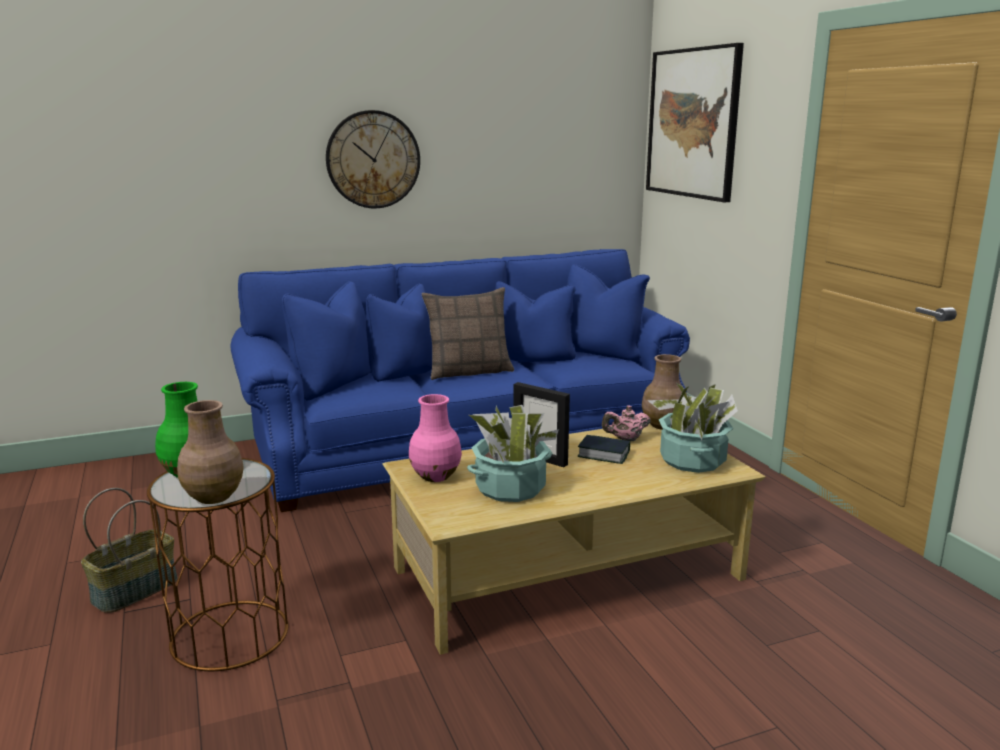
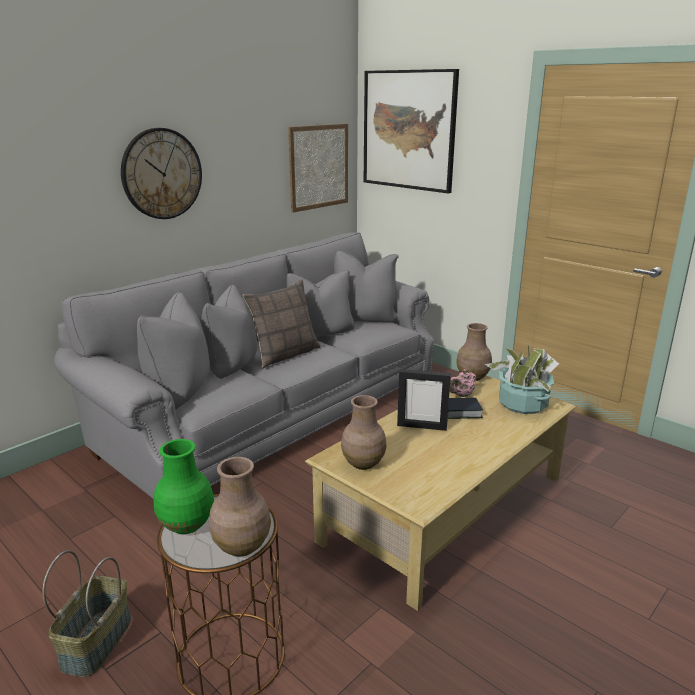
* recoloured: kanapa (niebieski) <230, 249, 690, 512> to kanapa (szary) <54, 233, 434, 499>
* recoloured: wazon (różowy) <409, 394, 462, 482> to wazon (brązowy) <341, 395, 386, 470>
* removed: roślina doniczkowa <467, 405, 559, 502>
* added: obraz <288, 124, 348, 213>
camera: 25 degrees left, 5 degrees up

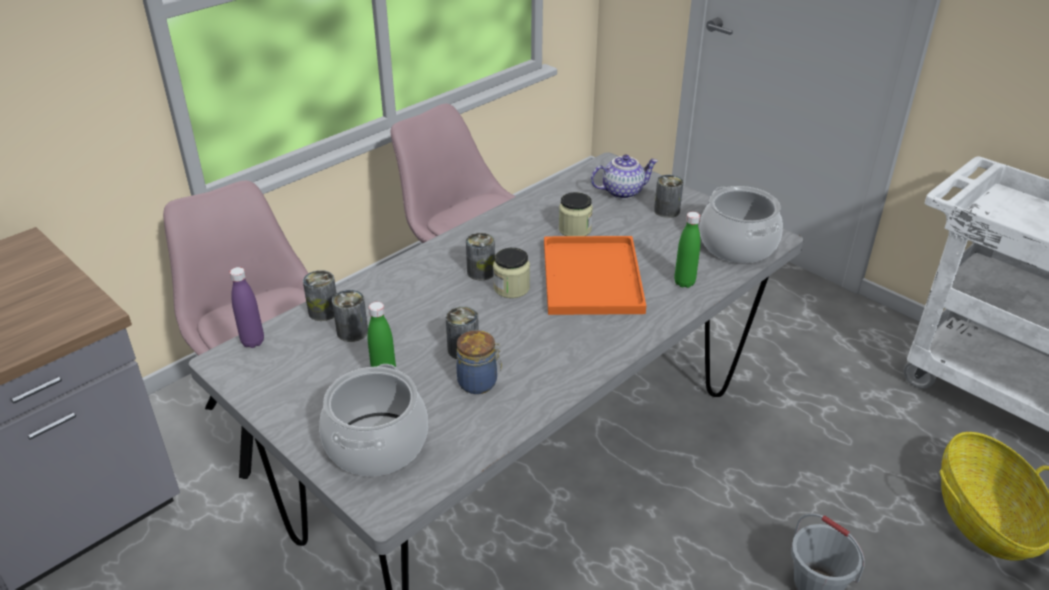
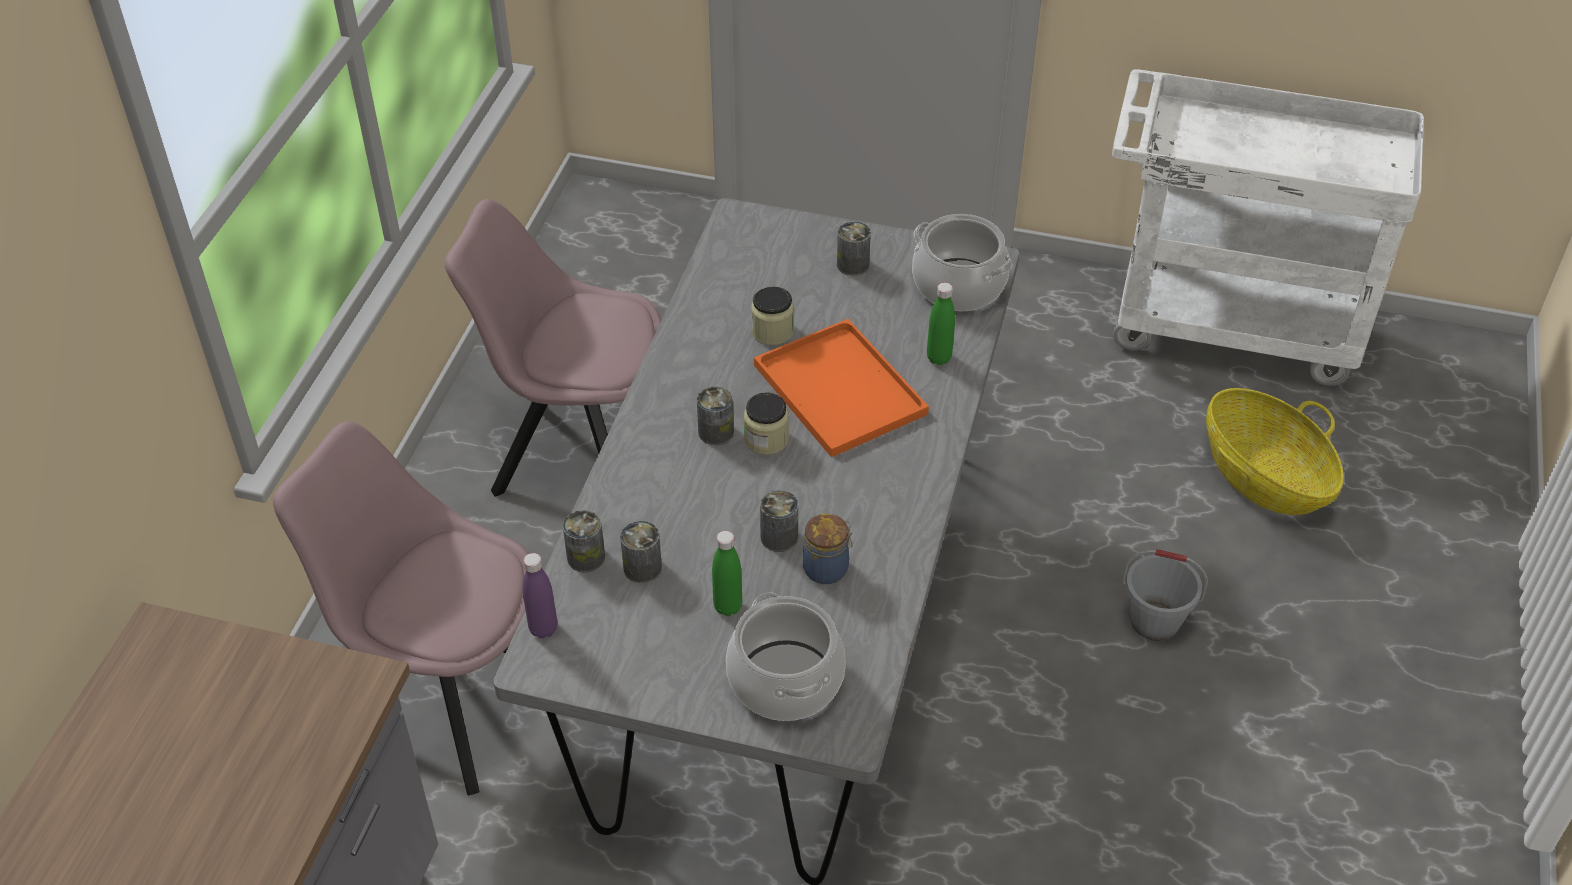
* removed: imbryk <591, 155, 658, 199>
camera: 30 degrees left, 10 degrees up

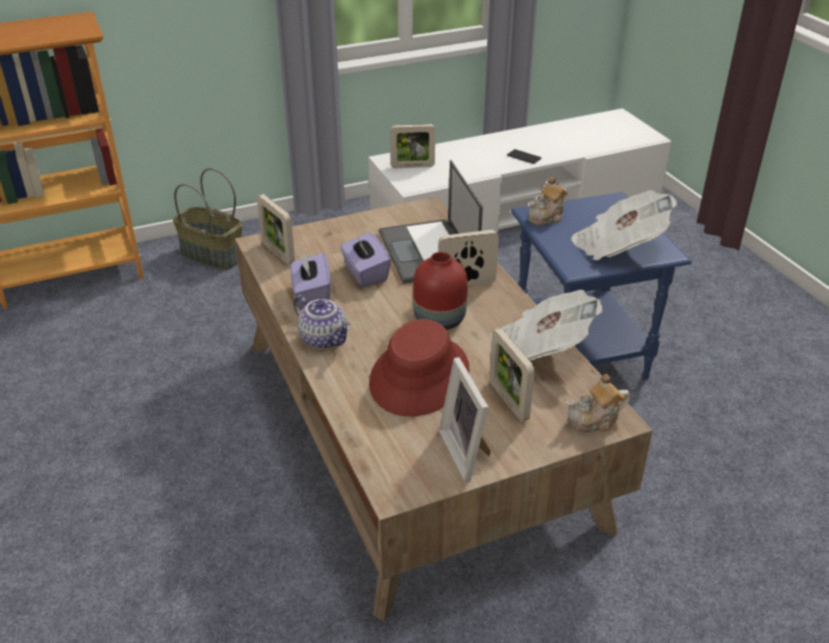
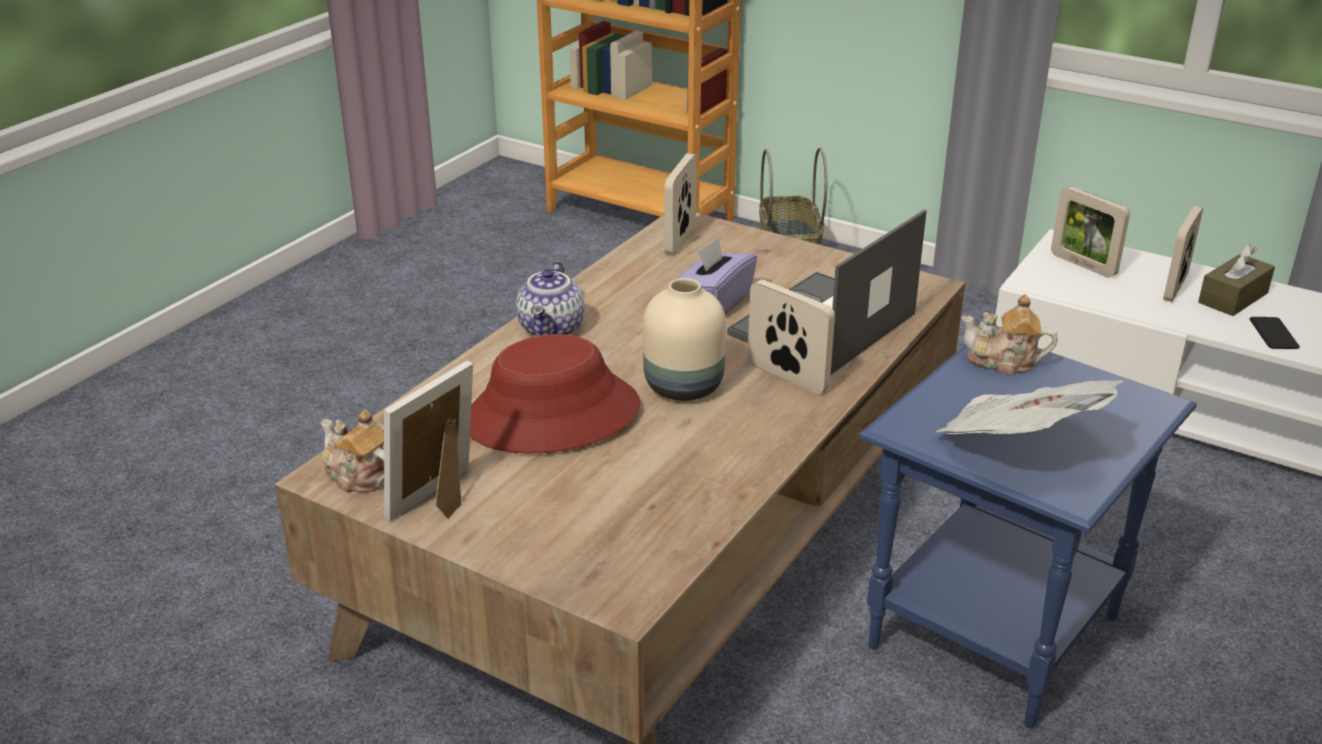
* removed: pudełko chusteczek (fioletowy) <291, 252, 330, 308>
* recoloured: wazon (czerwony) <413, 252, 468, 330> to wazon (beżowy) <643, 278, 726, 401>
* removed: gazeta <490, 290, 603, 361>
* moved: ramka na zdjęcie <489, 328, 535, 421> to <1163, 205, 1203, 302>
* moved: imbryk <566, 374, 630, 432> to <320, 410, 384, 492>
* added: pudełko chusteczek (brązowy) <1198, 244, 1275, 316>
camera: 55 degrees right, 5 degrees down

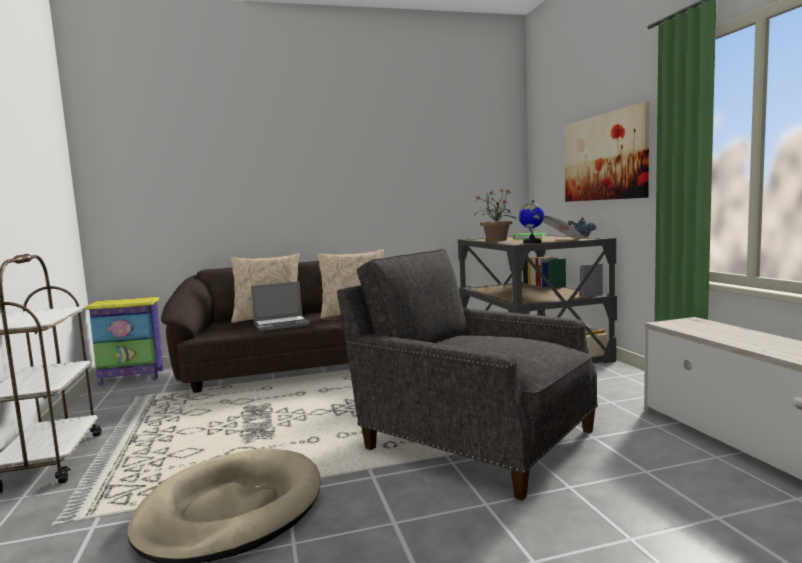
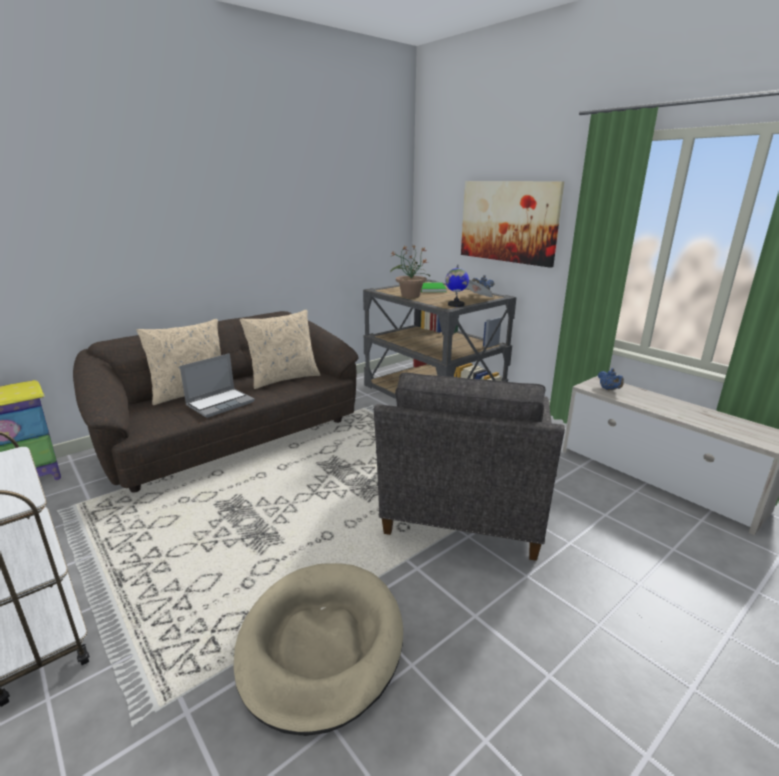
* turned: fotel (szary) <337, 249, 598, 501> = <374, 373, 565, 561> 90 degrees counterclockwise
* added: imbryk (niebieski) <598, 368, 624, 390>
camera: 25 degrees left, 15 degrees up

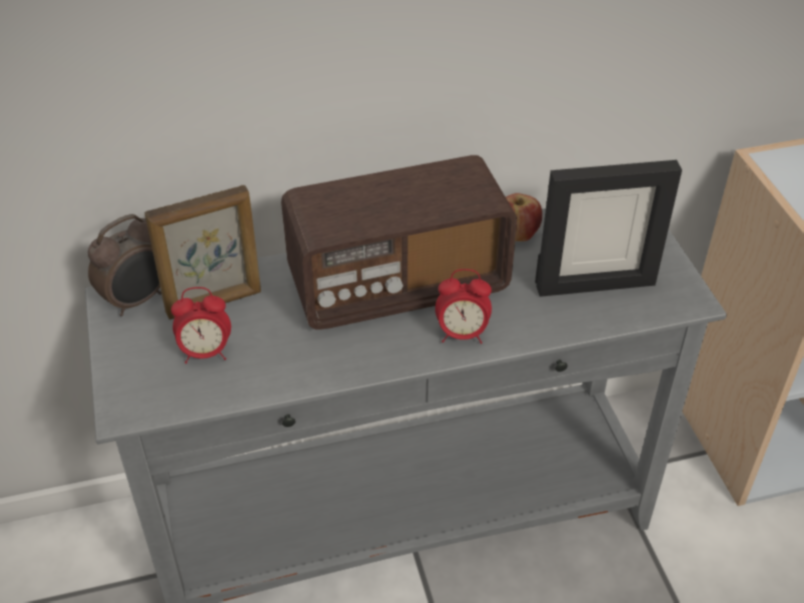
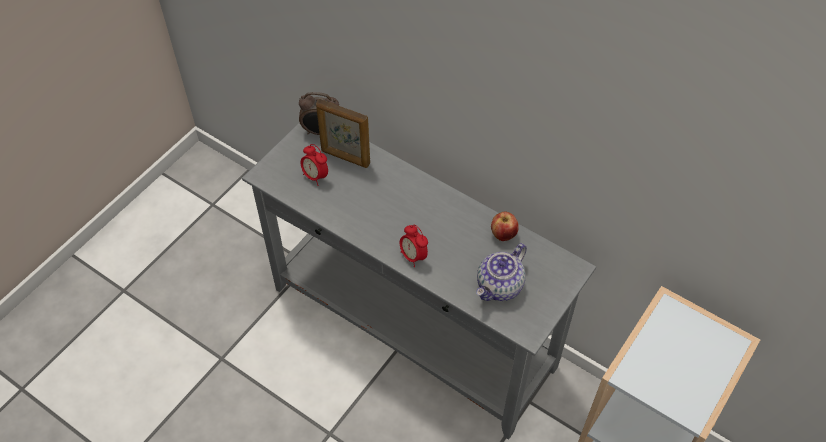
* removed: radio <281, 155, 517, 330>
* replaced: ramka na zdjęcie <535, 160, 682, 297> to imbryk <476, 243, 527, 301>
camera: 50 degrees right, 10 degrees up

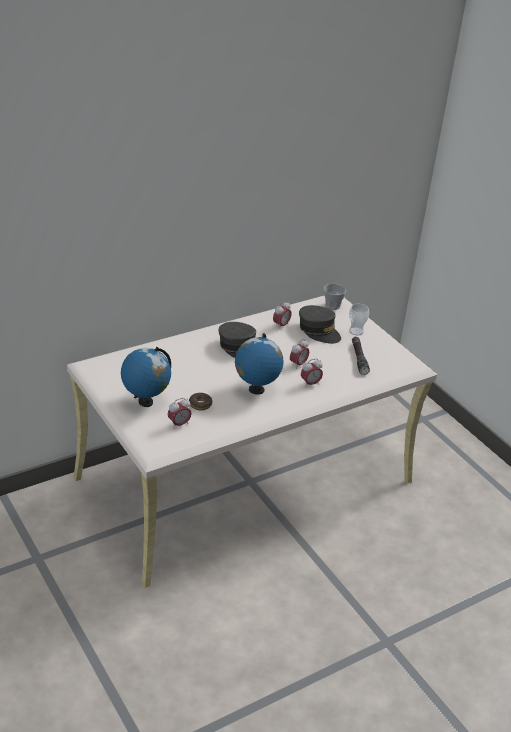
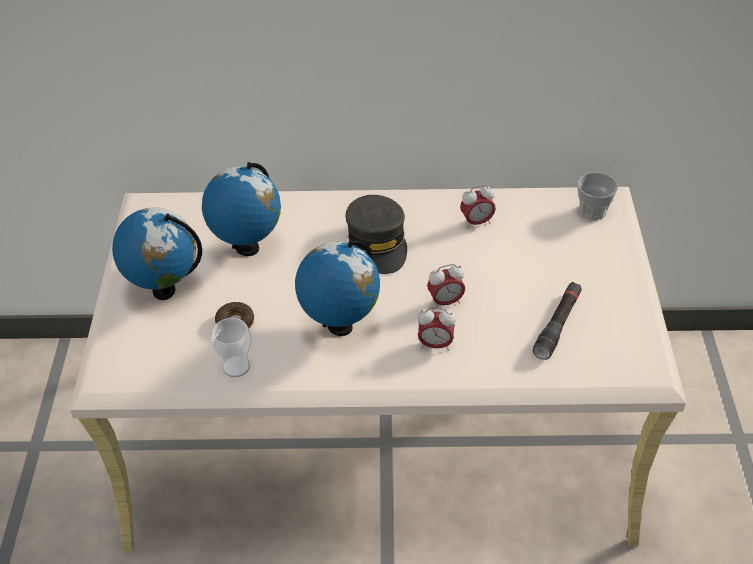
* moved: filiżanka <349, 304, 369, 336> to <211, 318, 252, 377>
* removed: czapka z daszkiem (szary) <299, 305, 341, 344>
* removed: budzik <168, 398, 192, 428>
* added: globus <202, 162, 281, 256>
camera: 35 degrees right, 10 degrees up

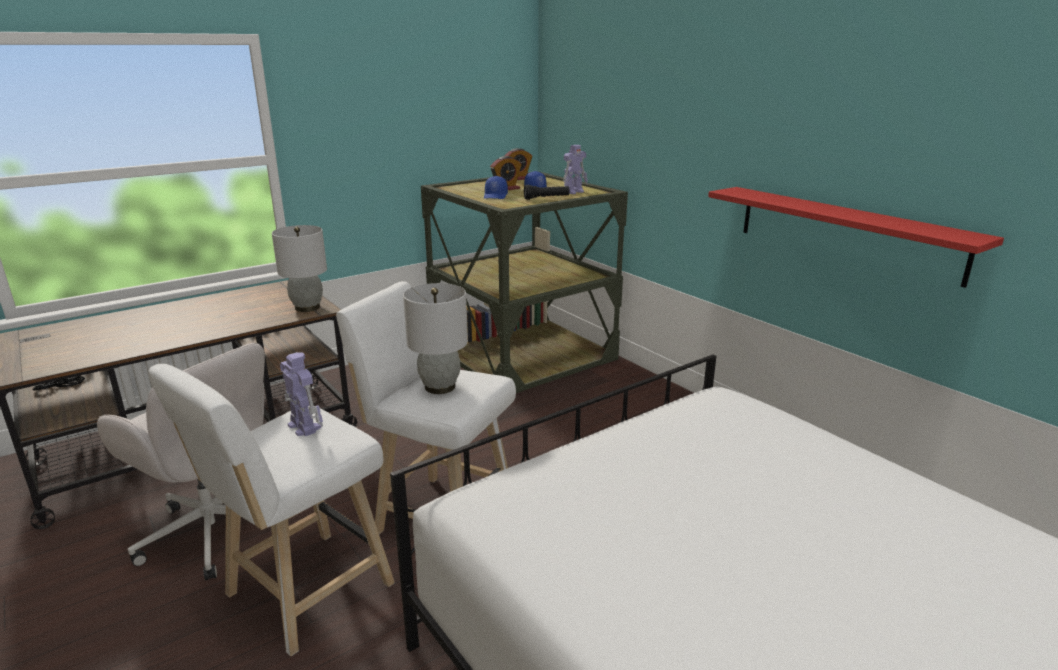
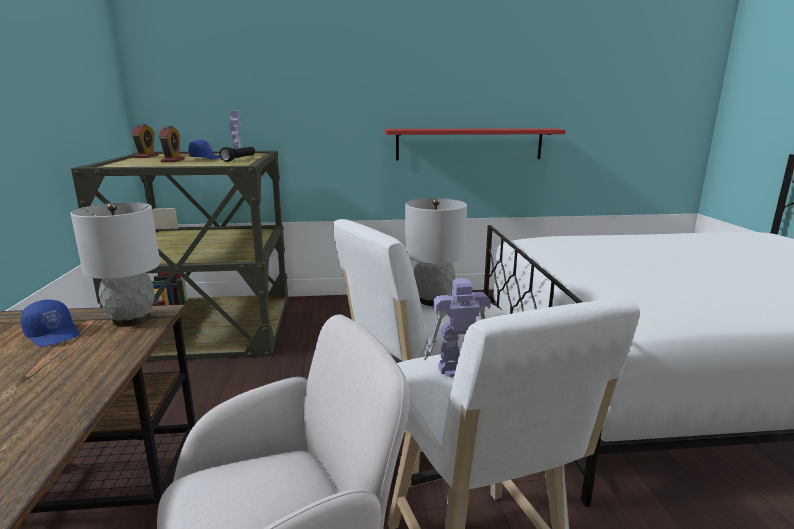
* moved: czapka z daszkiem (niebieski) <484, 176, 508, 199> to <21, 300, 80, 347>
camera: 60 degrees left, 5 degrees down

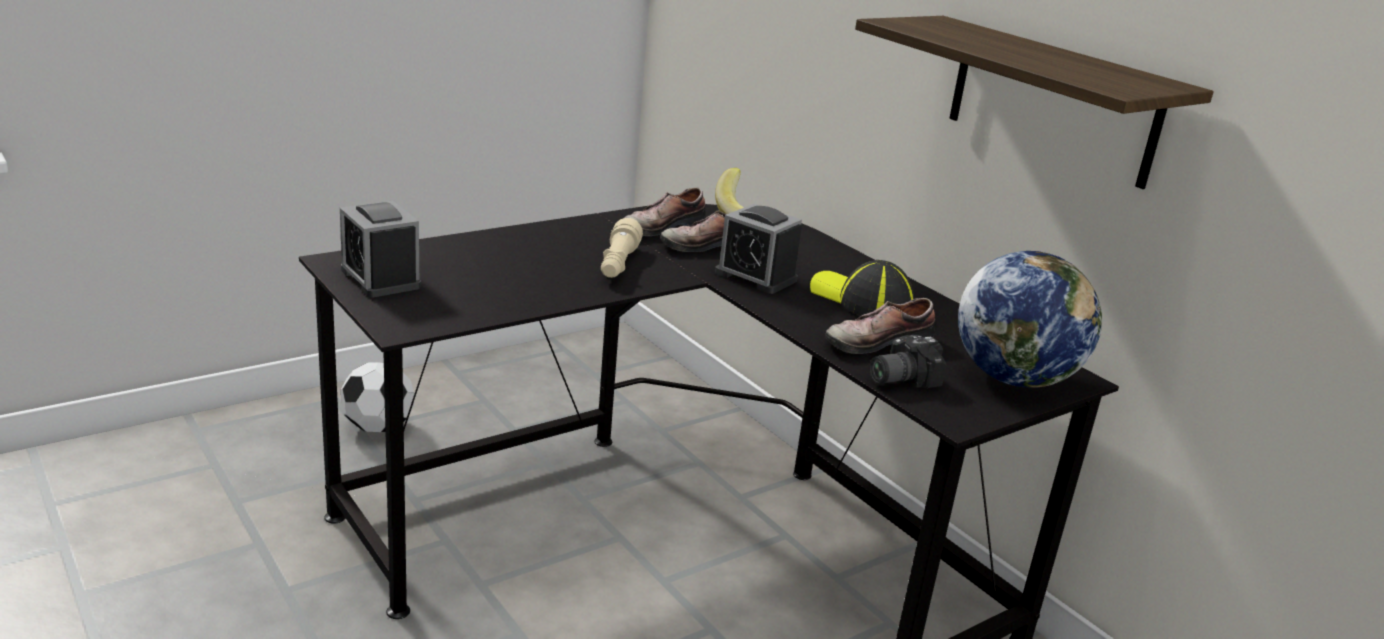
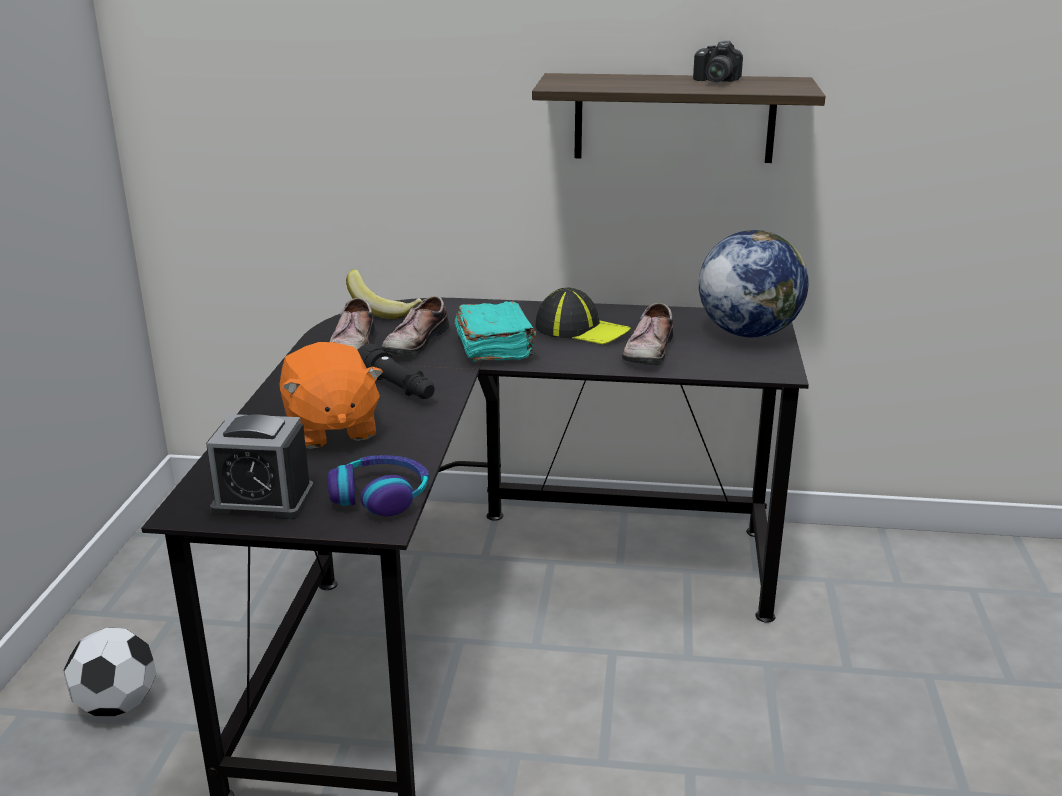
* replaced: budzik <715, 204, 802, 294> to książka (turkusowy) <455, 301, 537, 362>
* recoloured: latarka (beżowy) <601, 218, 643, 278> to latarka (czarny) <357, 343, 435, 399>
* turned: czapka z daszkiem <810, 260, 914, 315> = <535, 288, 631, 344> 150 degrees counterclockwise
* moved: aparat fotograficzny <869, 335, 947, 388> to <693, 41, 743, 82>
* added: pluszak (pomarańczowy) <280, 342, 383, 449>
* added: słuchawki <328, 455, 429, 517>
camera: 45 degrees left, 0 degrees up

